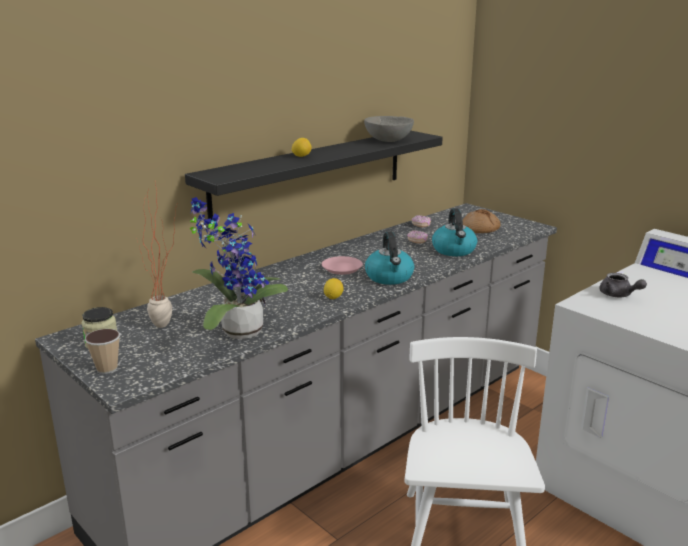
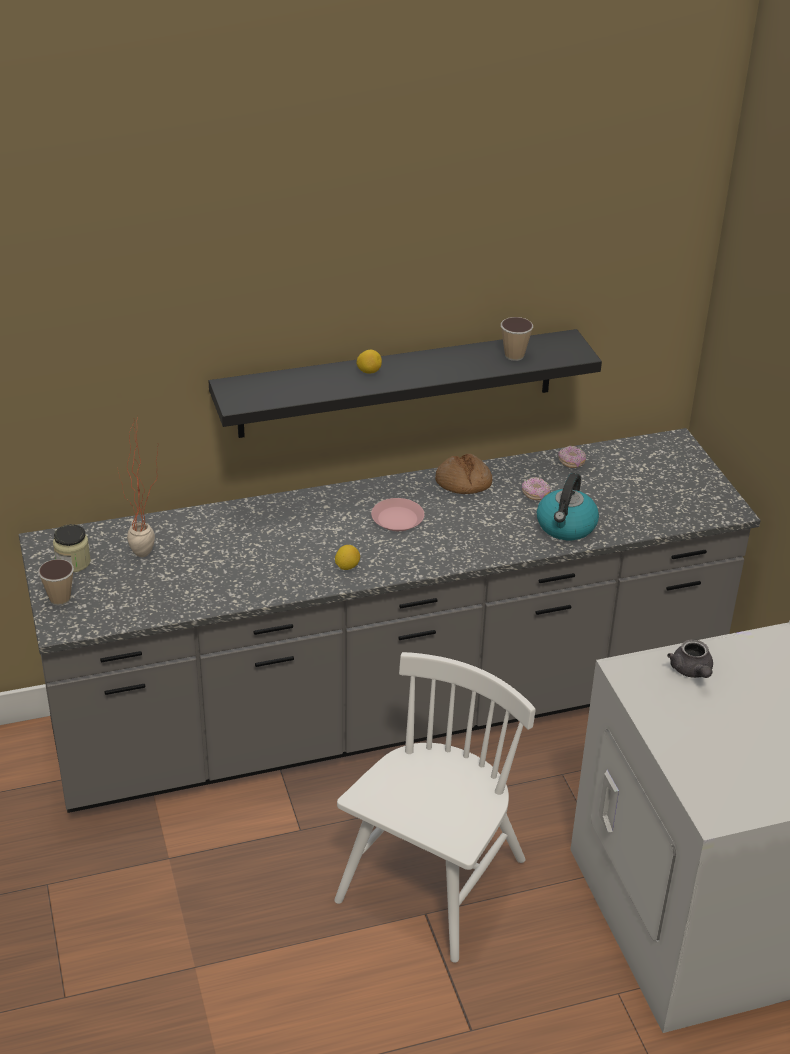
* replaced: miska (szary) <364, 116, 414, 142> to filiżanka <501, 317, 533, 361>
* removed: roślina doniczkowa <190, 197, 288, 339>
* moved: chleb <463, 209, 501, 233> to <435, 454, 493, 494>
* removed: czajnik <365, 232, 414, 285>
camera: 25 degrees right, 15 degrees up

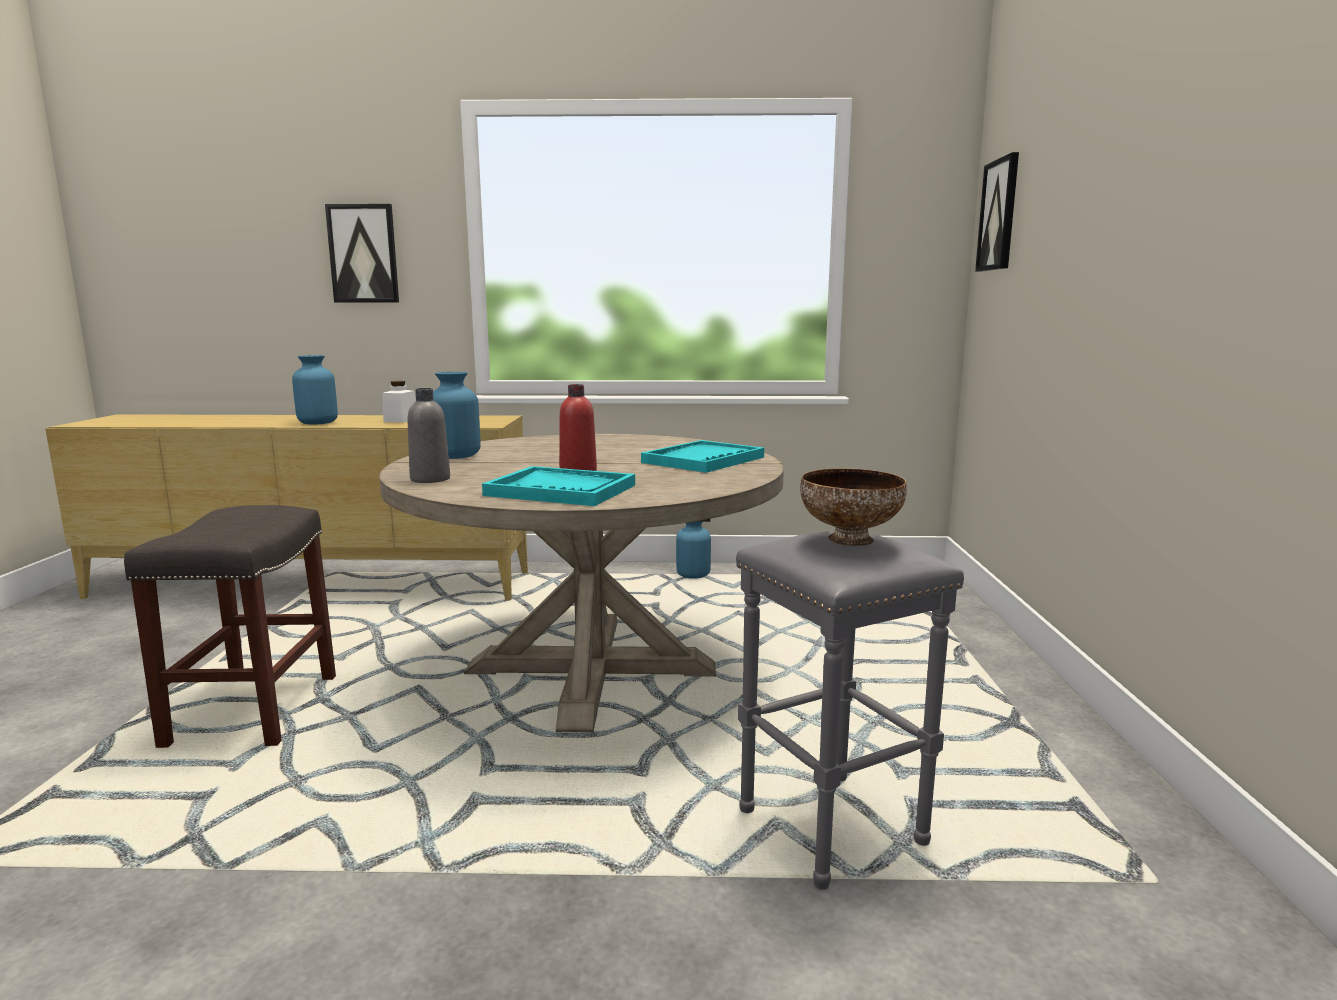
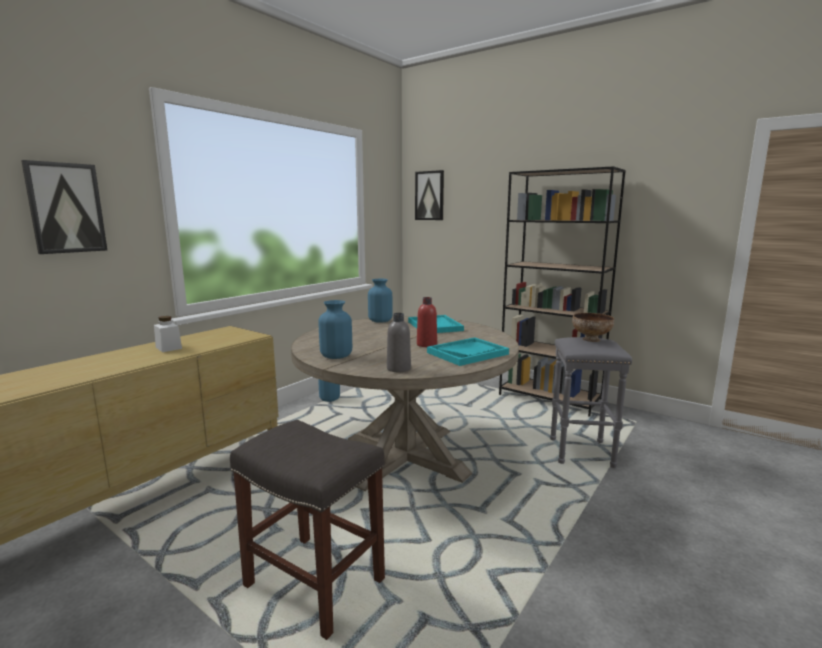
* moved: wazon (niebieski) <292, 355, 338, 425> to <368, 279, 393, 323>
* added: regał (beżowy) <499, 166, 626, 417>
camera: 55 degrees left, 0 degrees up

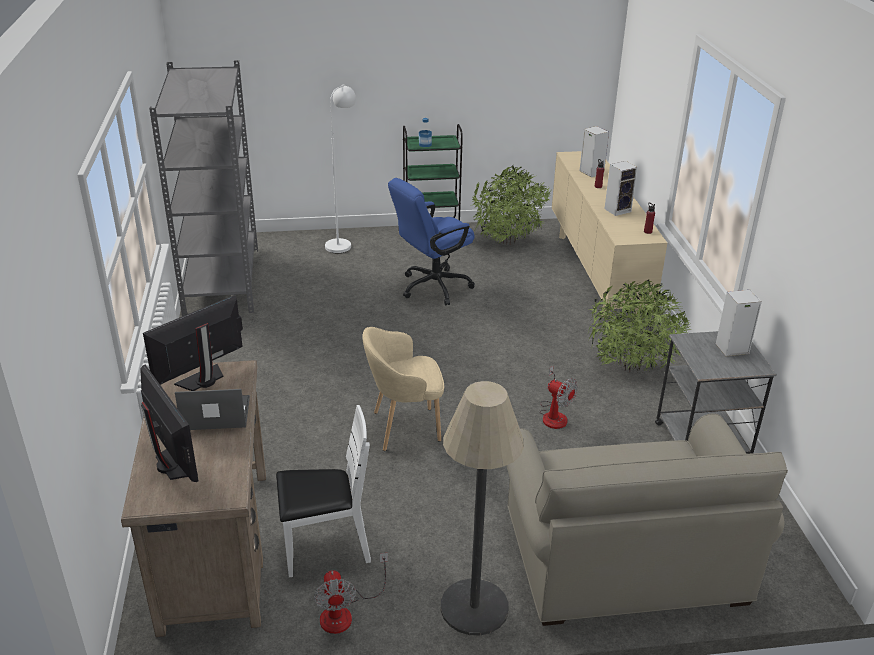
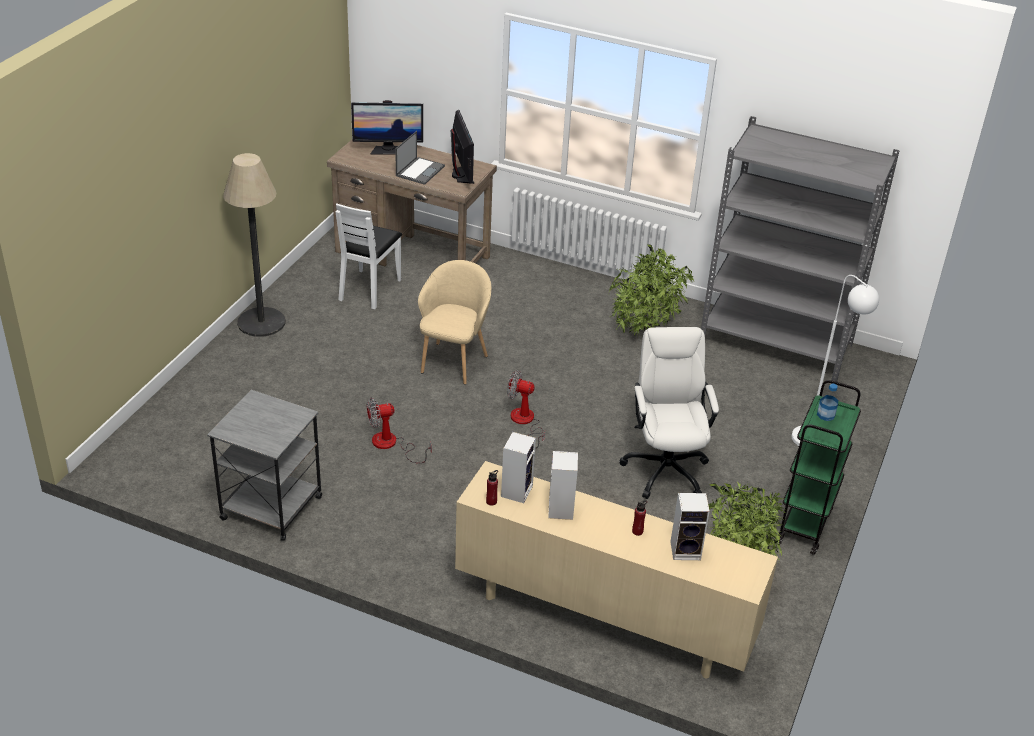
* recoloured: krzesło biurowe (niebieski) <388, 178, 475, 305> to krzesło biurowe (biały) <619, 327, 719, 499>
* moved: roślina doniczkowa <588, 279, 690, 372> to <608, 244, 694, 335>
* moved: głośnik <716, 290, 762, 356> to <501, 432, 536, 503>
* removed: kanapa (beżowy) <506, 414, 788, 626>
* moved: wentylator <314, 553, 388, 634> to <507, 370, 545, 448>
camera: 120 degrees right, 5 degrees up

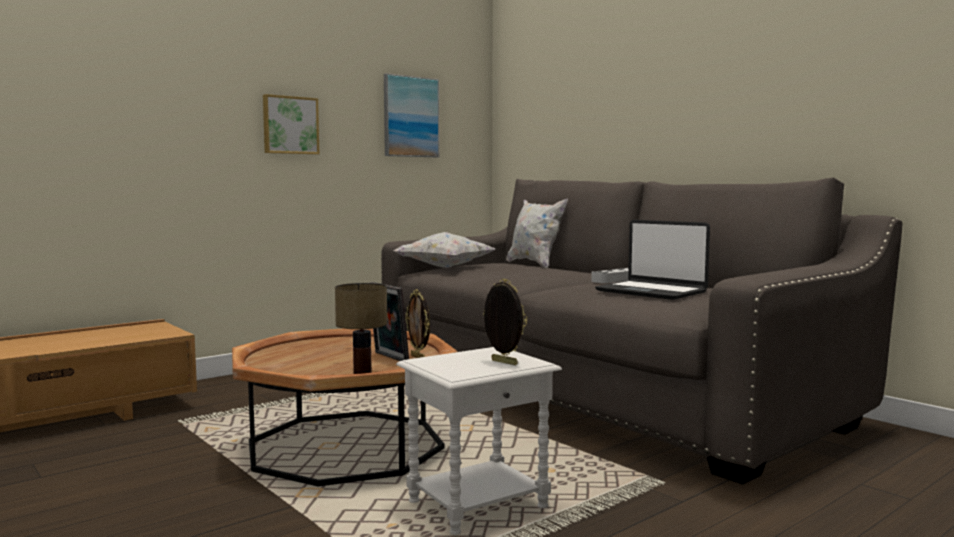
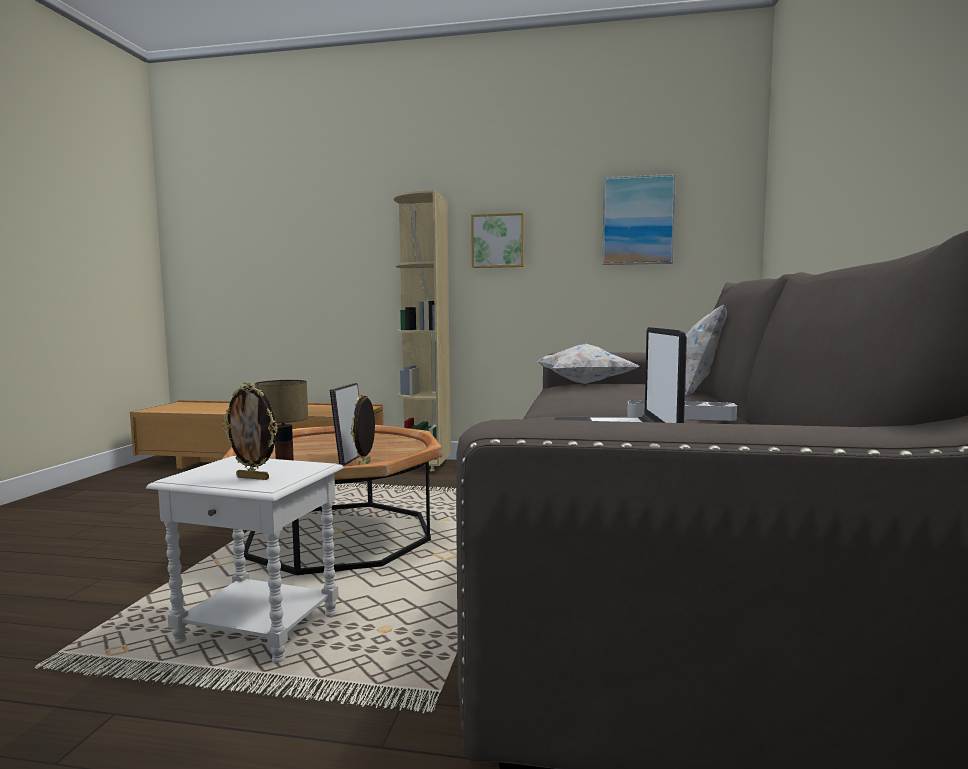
* turned: ramka na zdjęcie <483, 279, 527, 365> = <222, 382, 278, 480> 105 degrees clockwise
* added: regał (beżowy) <394, 190, 451, 471>
camera: 50 degrees right, 0 degrees up

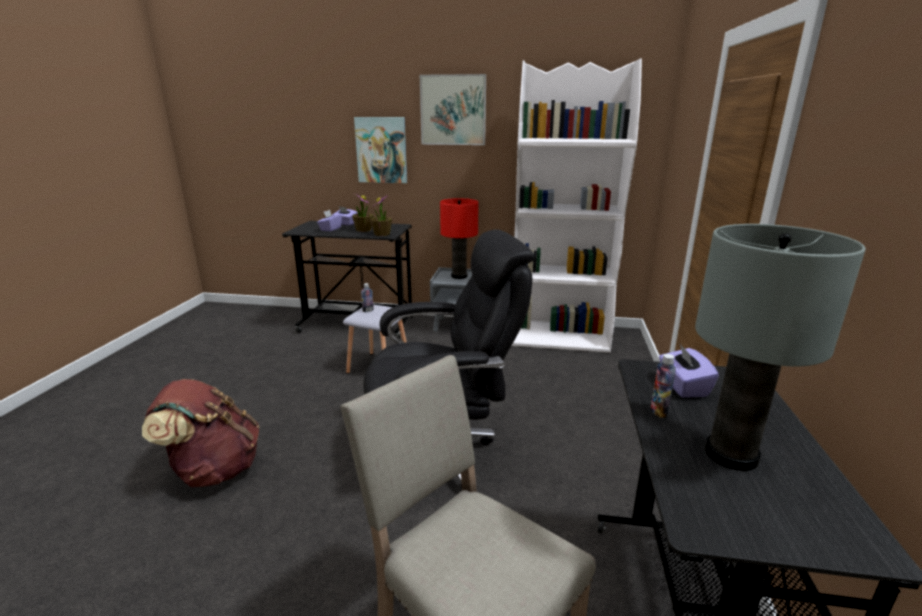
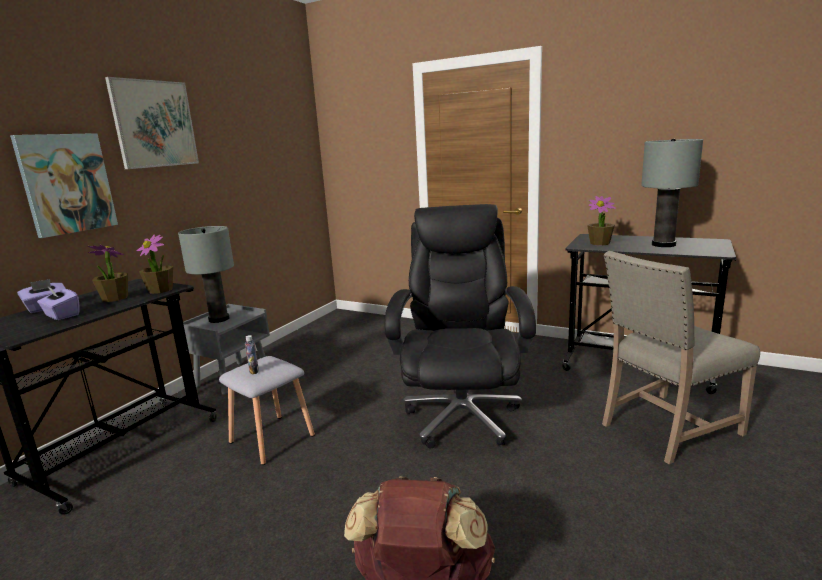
* removed: regał (biały) <512, 58, 642, 353>
* recoloured: lampa stołowa (czerwony) <440, 198, 479, 279> to lampa stołowa (szary) <178, 226, 234, 323>
* replaced: pudełko chusteczek (fioletowy) <659, 344, 719, 398> to roślina doniczkowa <587, 196, 615, 245>
* removed: butelka <651, 354, 676, 418>
camera: 70 degrees left, 5 degrees down

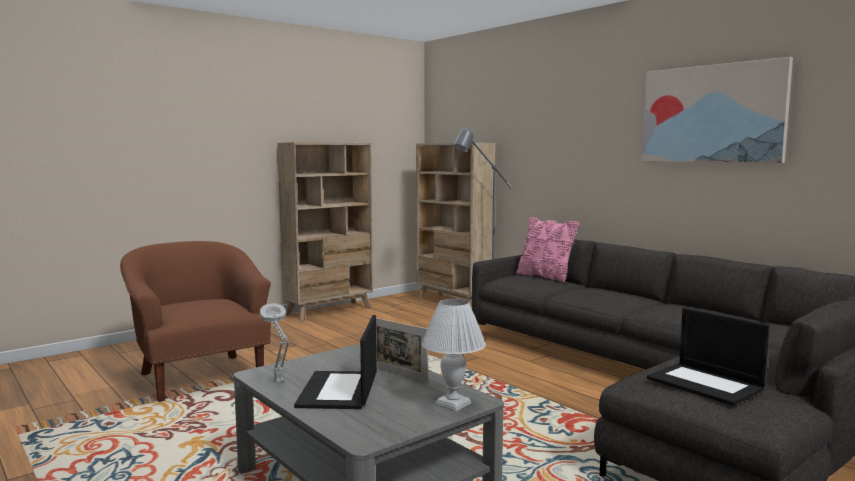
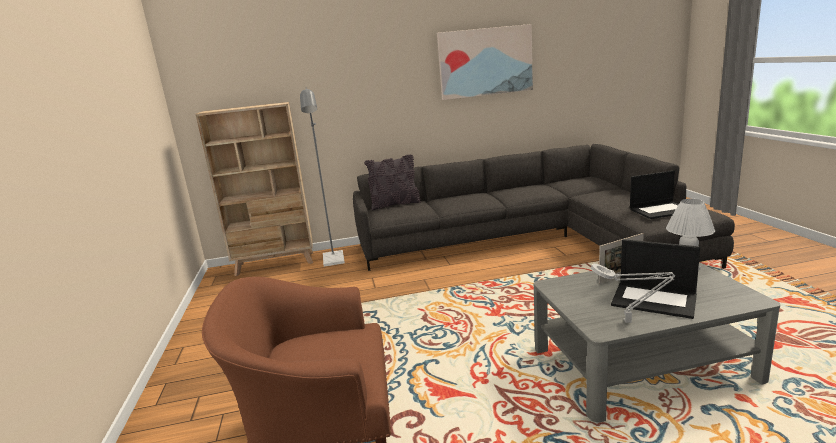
* removed: regał (beżowy) <277, 142, 373, 322>
* recoloured: poduszka (różowy) <516, 217, 579, 283> to poduszka (czarny) <364, 154, 421, 211>
camera: 60 degrees left, 10 degrees up

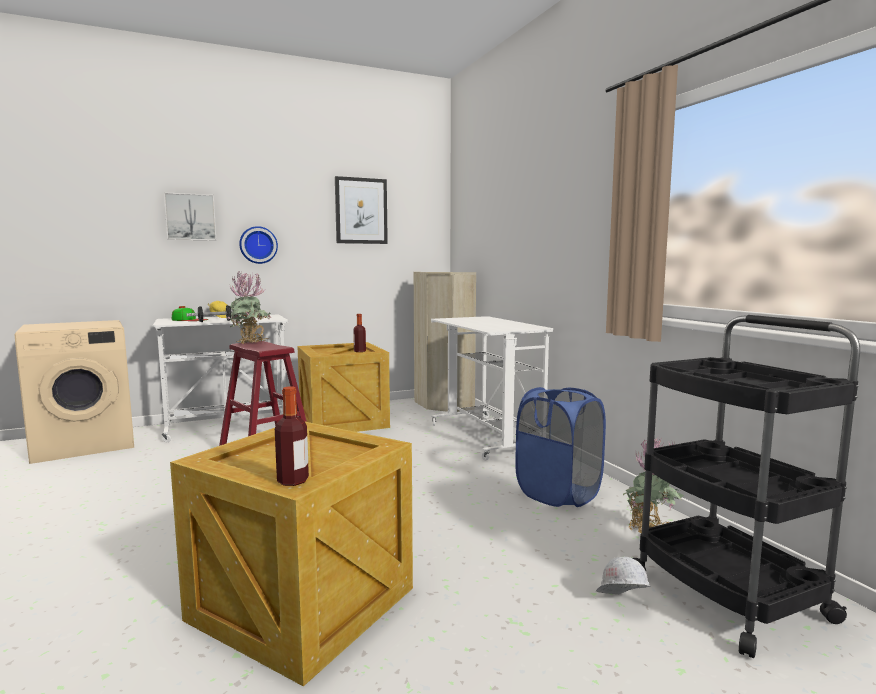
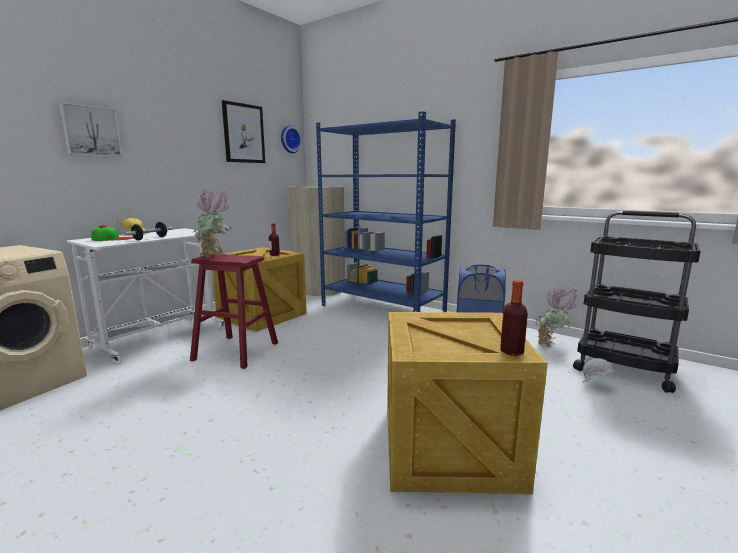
* moved: zegar ścienny <239, 226, 278, 264> to <281, 125, 302, 153>
* replaced: biurko (biały) <431, 316, 553, 460> to regał (niebieski) <316, 111, 456, 312>
camera: 30 degrees left, 5 degrees up

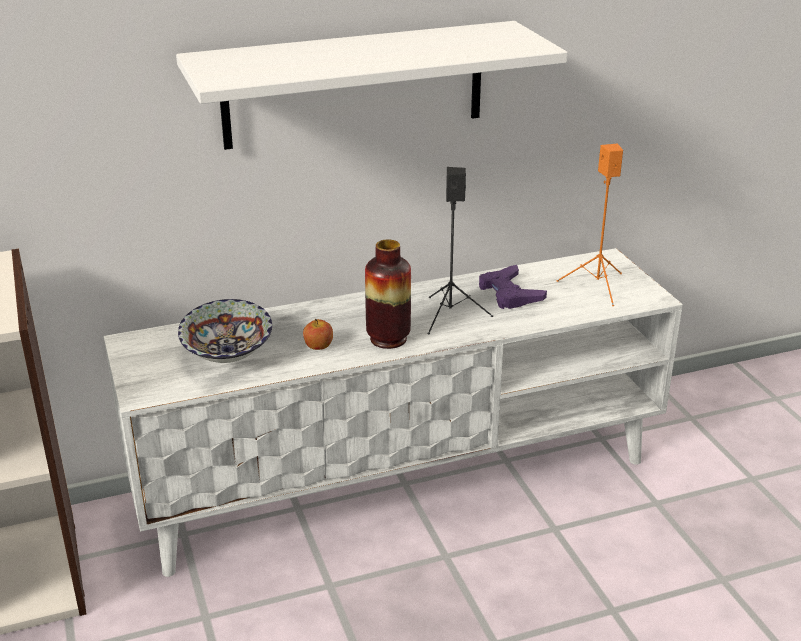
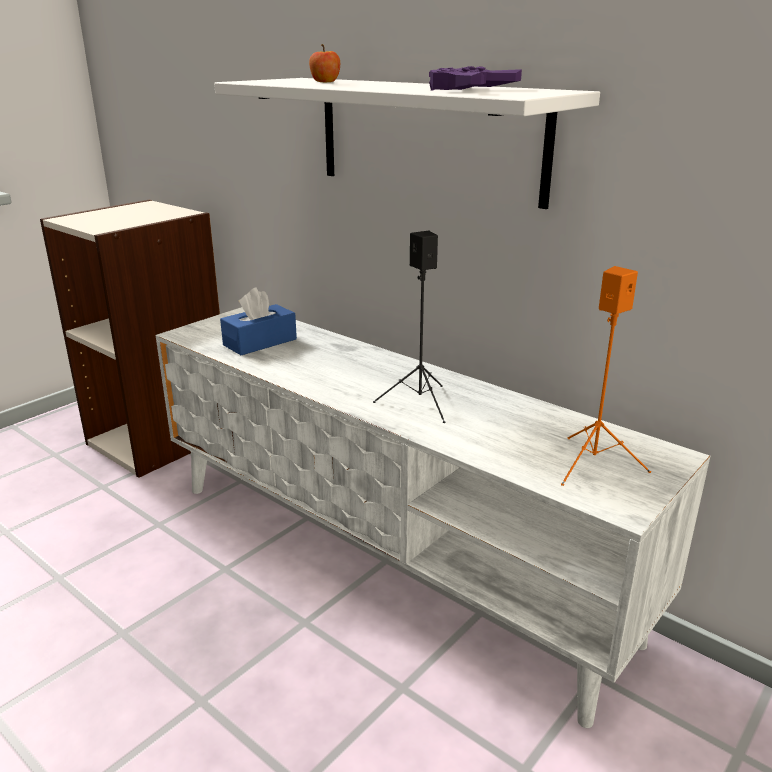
* removed: wazon <365, 240, 411, 349>
* moved: pad do gier (fioletowy) <479, 265, 547, 309> to <429, 66, 522, 91>
* replaced: miska <178, 299, 272, 363> to pudełko chusteczek (niebieski) <220, 288, 297, 355>
* moved: jabłko <303, 319, 333, 350> to <309, 44, 340, 82>
camera: 60 degrees right, 5 degrees down

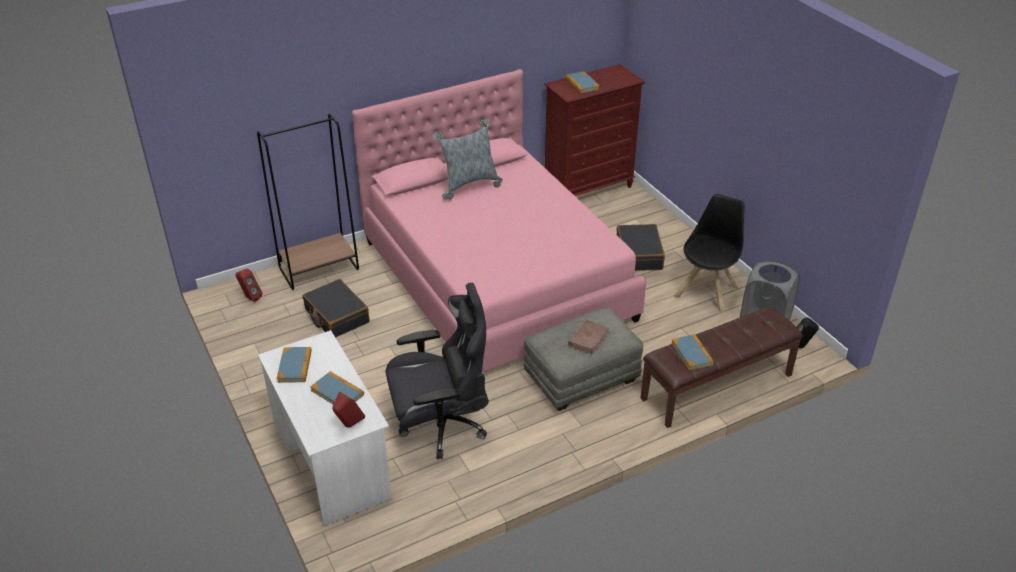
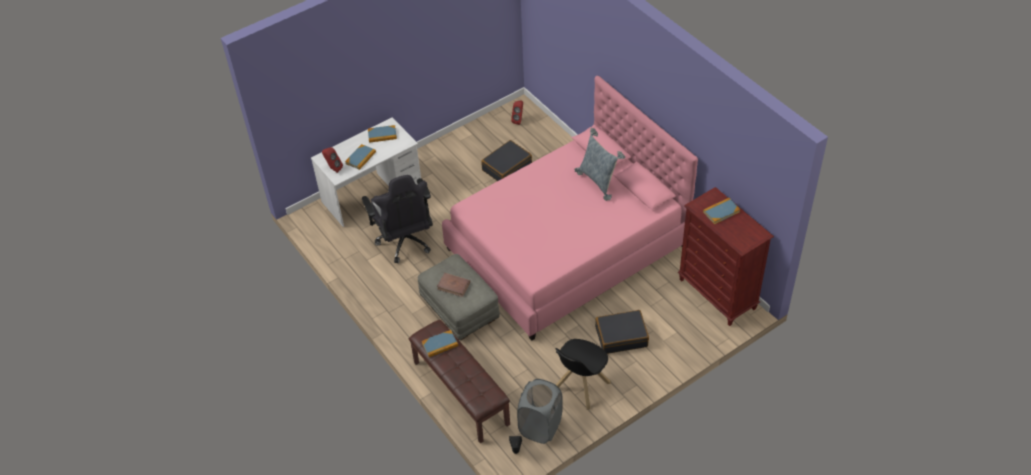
* removed: wieszak <257, 113, 359, 290>
* turned: krzesło (czarny) <674, 194, 744, 312> = <555, 339, 611, 410> 105 degrees clockwise
camera: 85 degrees right, 10 degrees up

